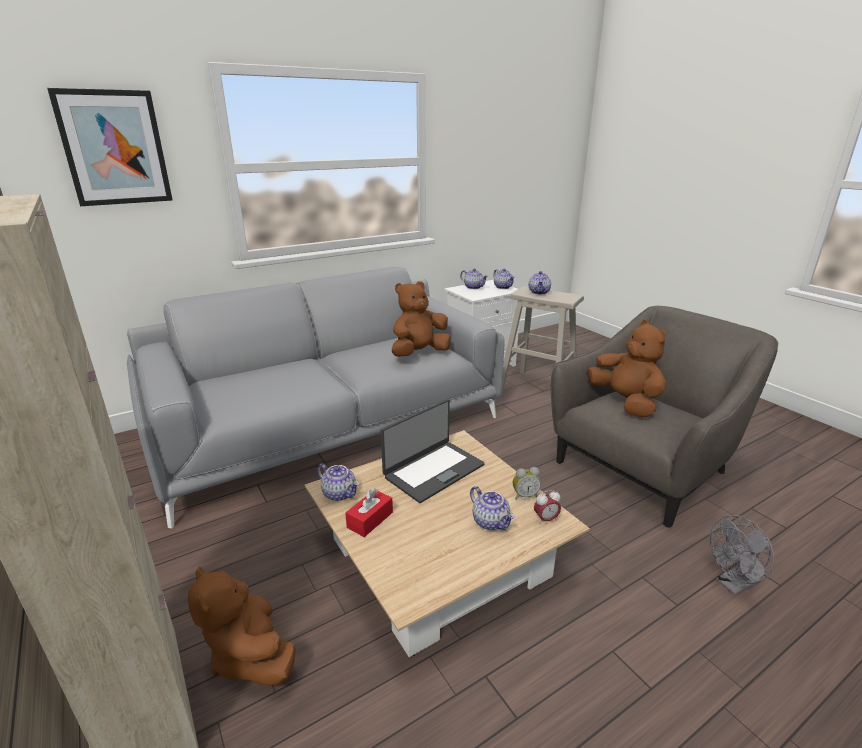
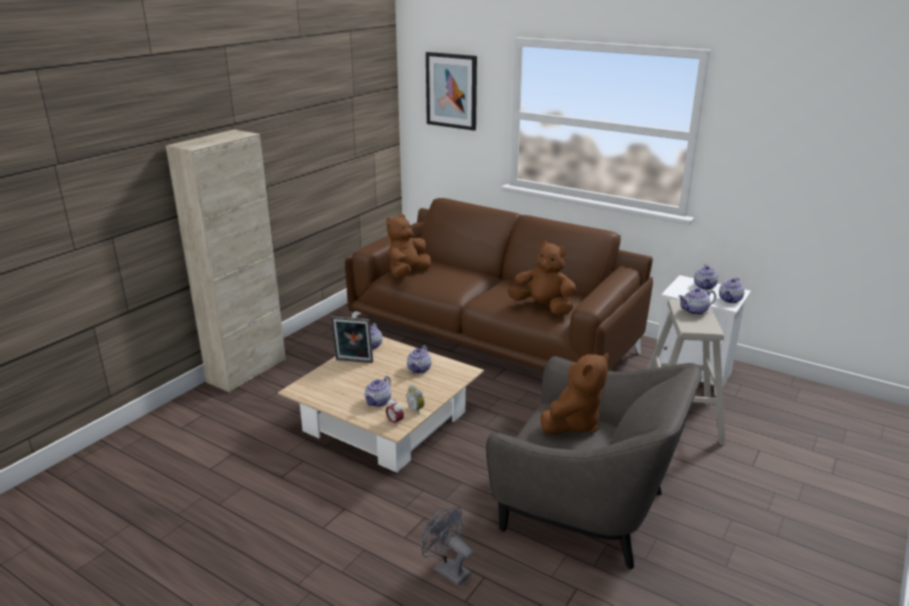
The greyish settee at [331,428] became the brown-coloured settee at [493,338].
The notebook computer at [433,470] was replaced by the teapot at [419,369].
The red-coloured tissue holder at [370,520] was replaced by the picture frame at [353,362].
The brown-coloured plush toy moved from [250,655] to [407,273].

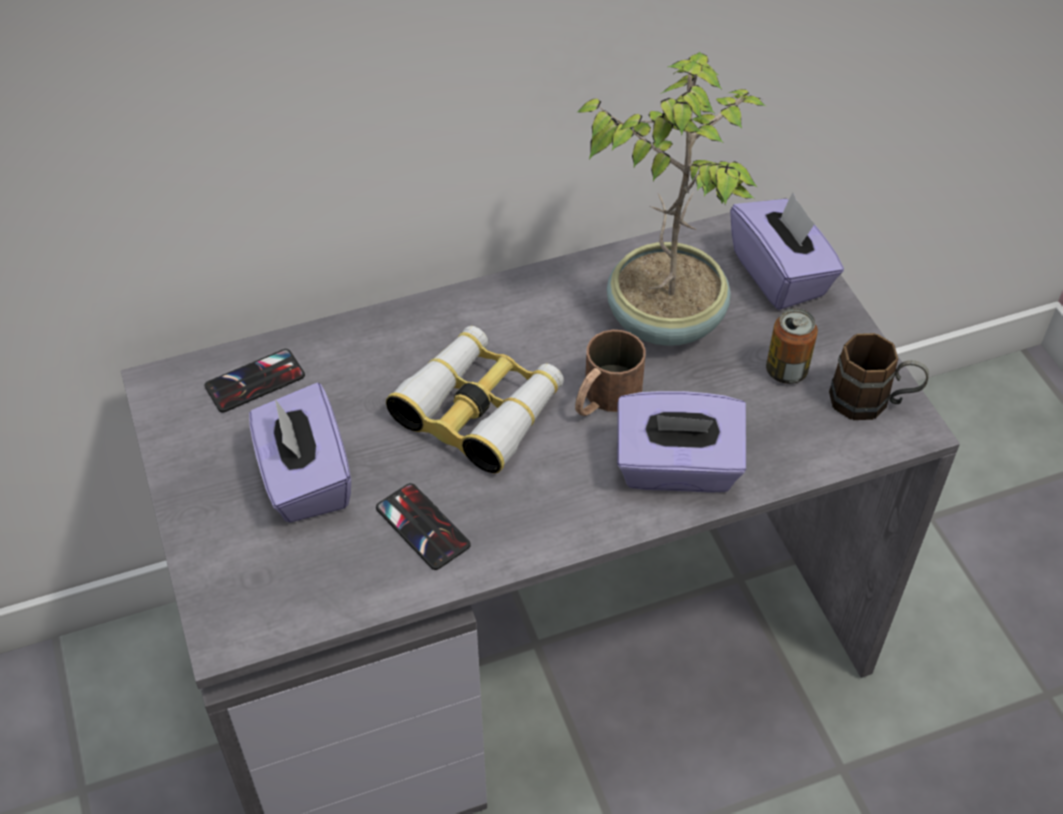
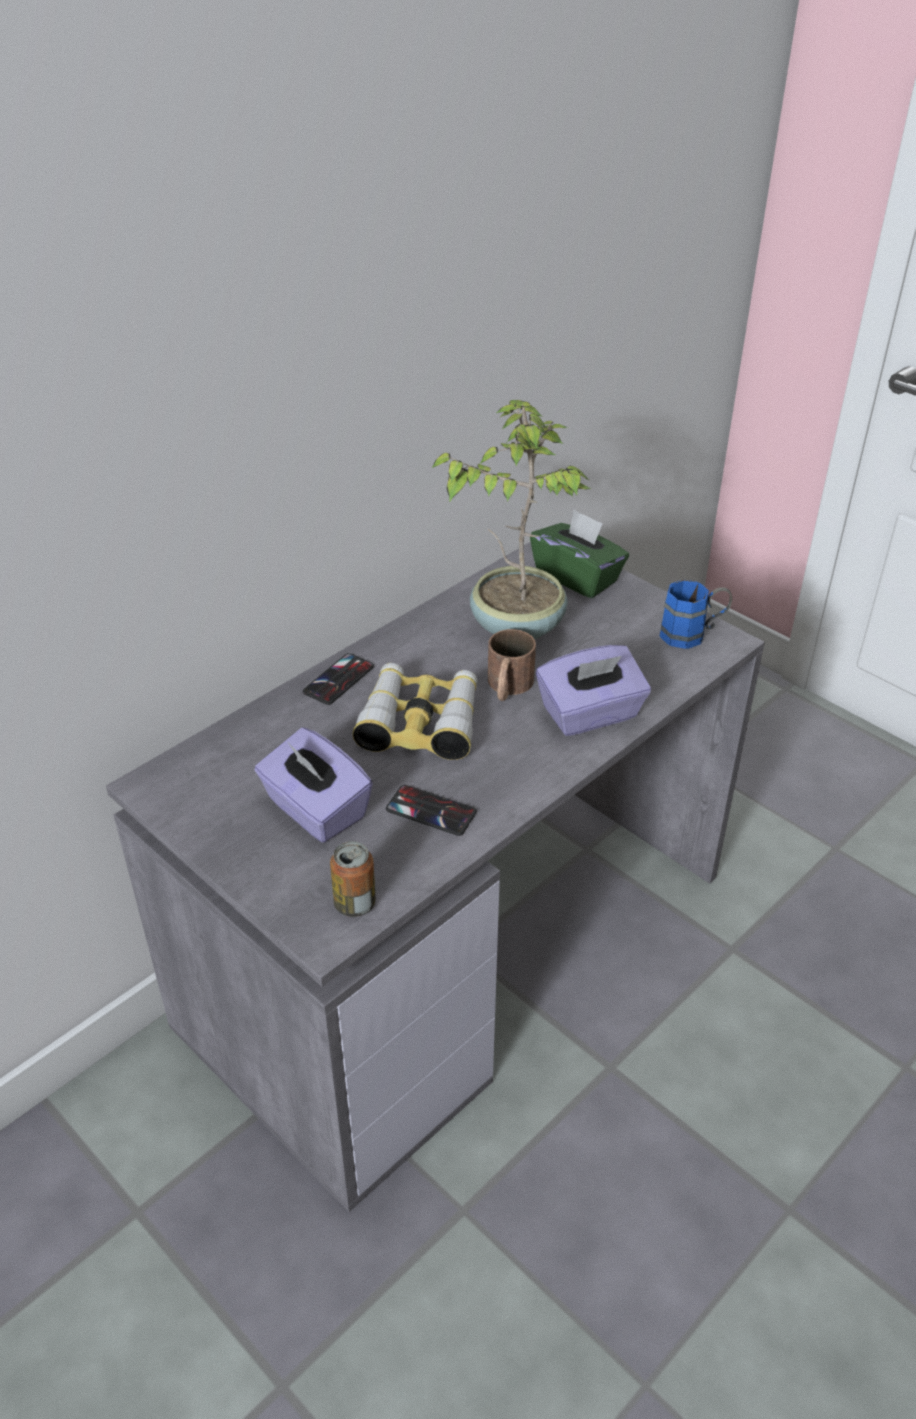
The purplish tissue holder at [780,274] became the green-coloured tissue holder at [577,577].
The sealed can moved from [786,371] to [355,904].
The brown-coloured mug at [872,402] became the blue mug at [692,634].
The telephone moved from [255,381] to [338,679].

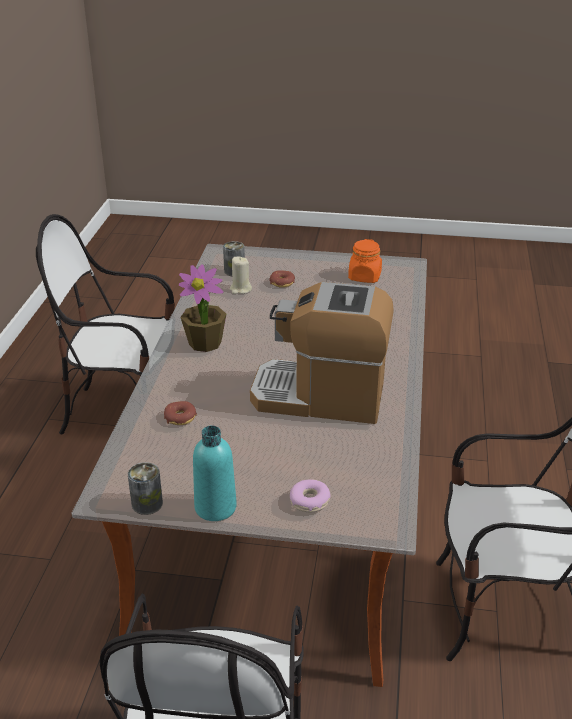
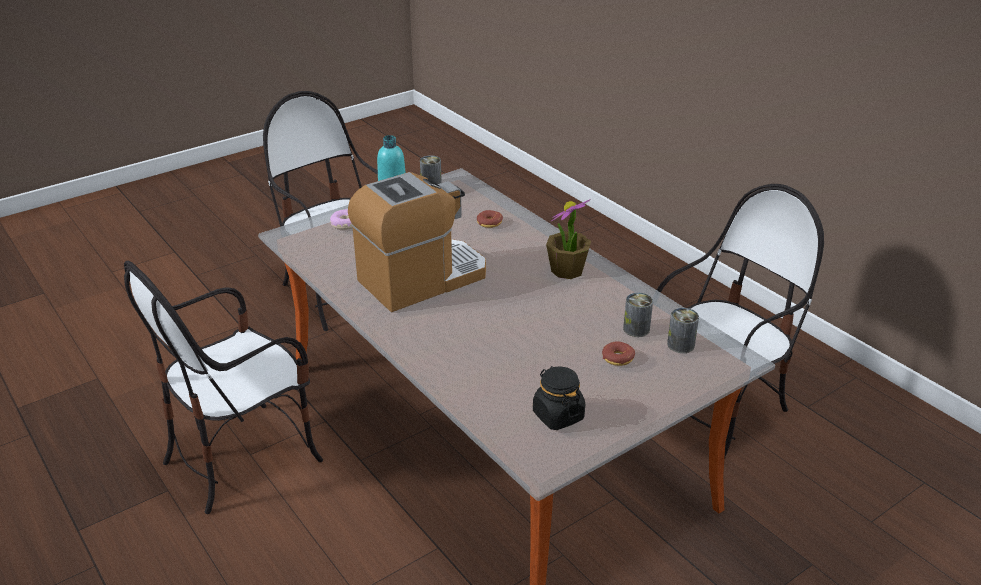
The orange jar at [364,277] became the blackish jar at [558,415].
The sand-coloured candle at [240,289] was replaced by the sealed can at [636,329].

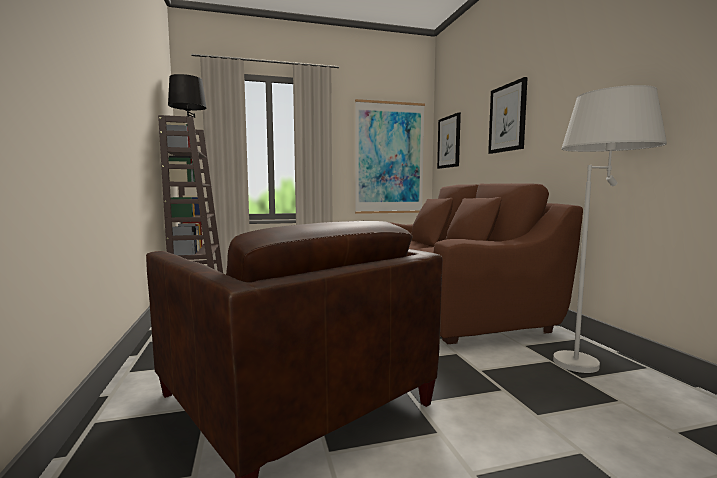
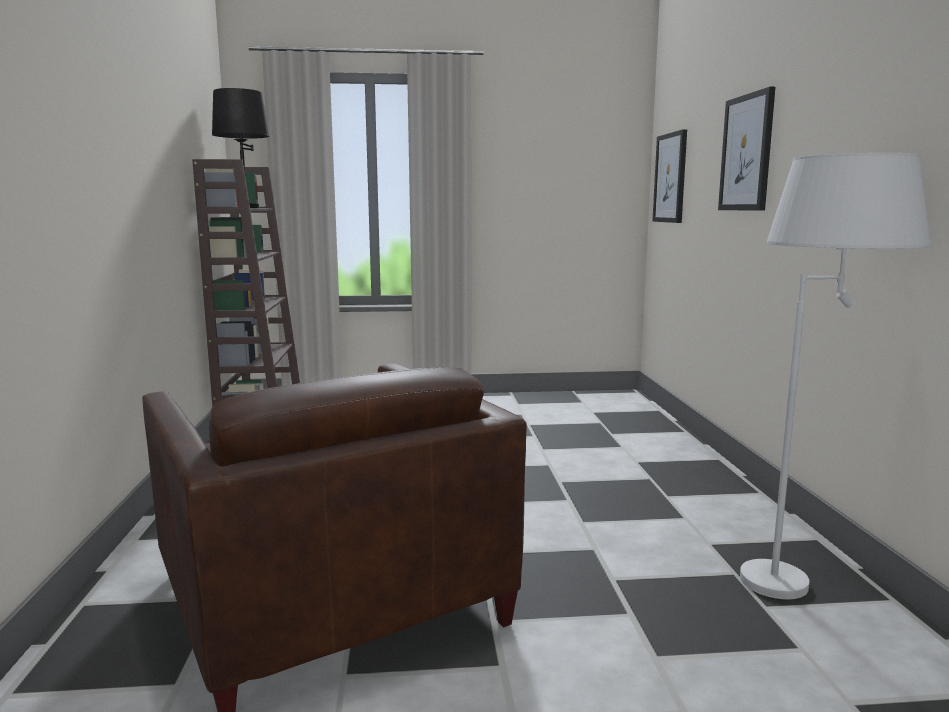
The wall art at [389,158] disappeared.
The brown-coloured settee at [449,305] disappeared.

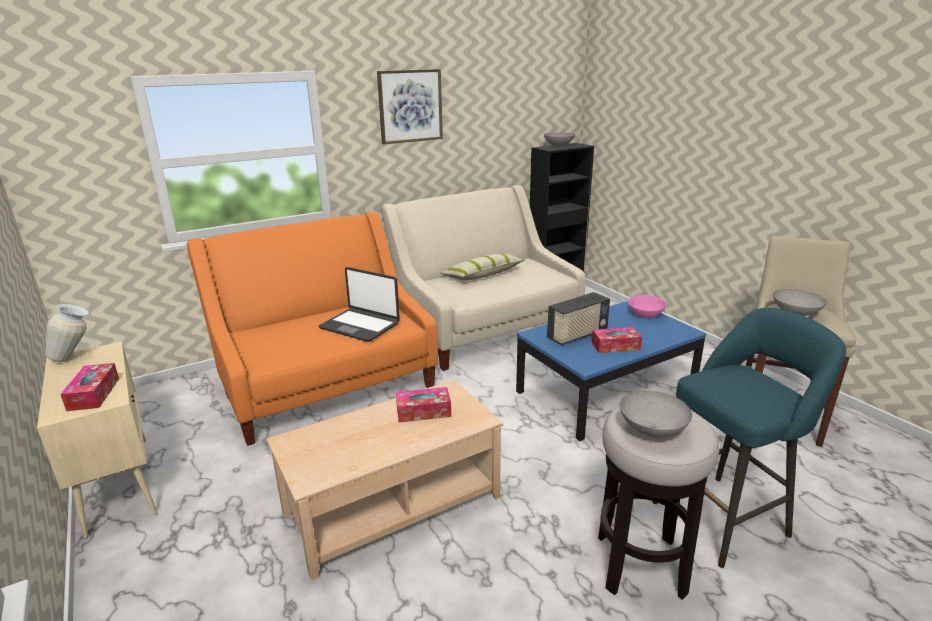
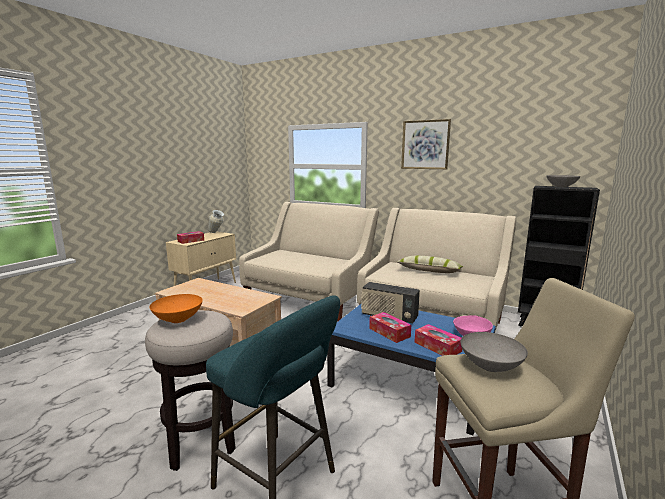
The orange settee at [326,385] became the sand-coloured settee at [309,297].
The notebook computer at [360,325] disappeared.
The tissue holder moved from [423,411] to [437,347].
The greyish bowl at [652,430] became the orange bowl at [179,319].

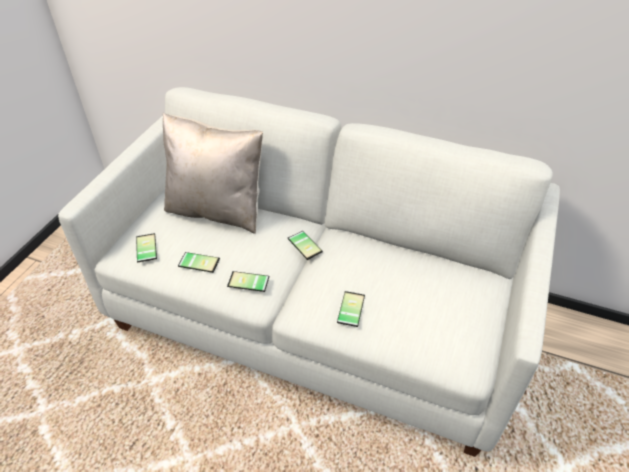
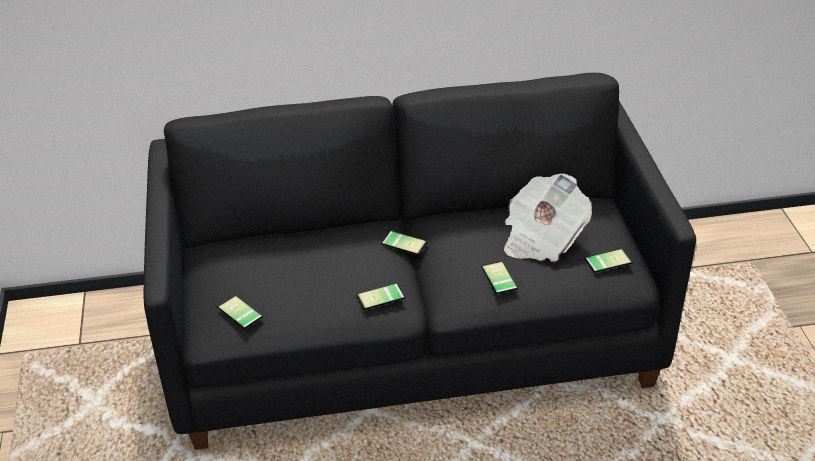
The white-coloured settee at [315,314] became the blackish settee at [409,337].
The sand-coloured cushion at [217,210] disappeared.
The telephone moved from [199,261] to [607,259].
The daily paper at [542,237] appeared.

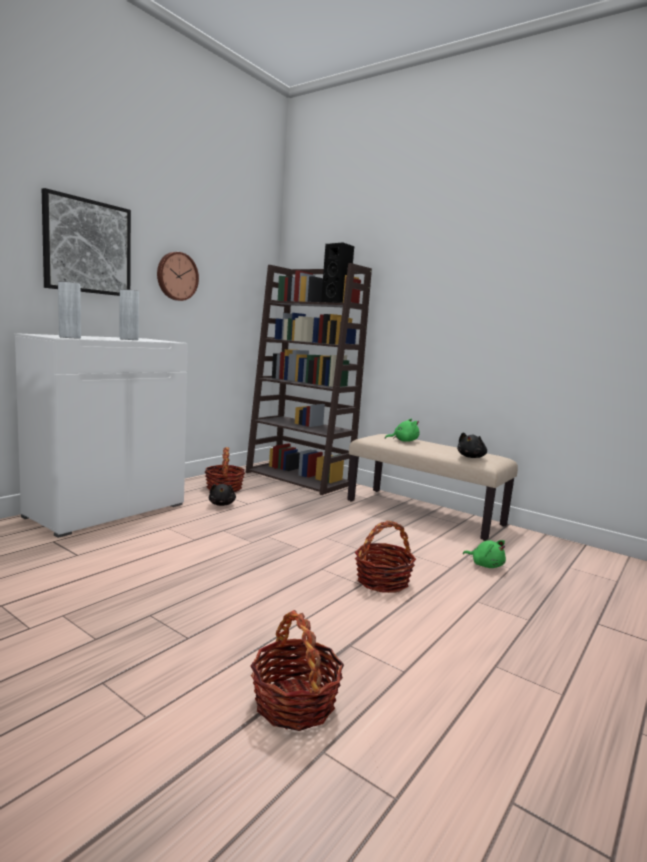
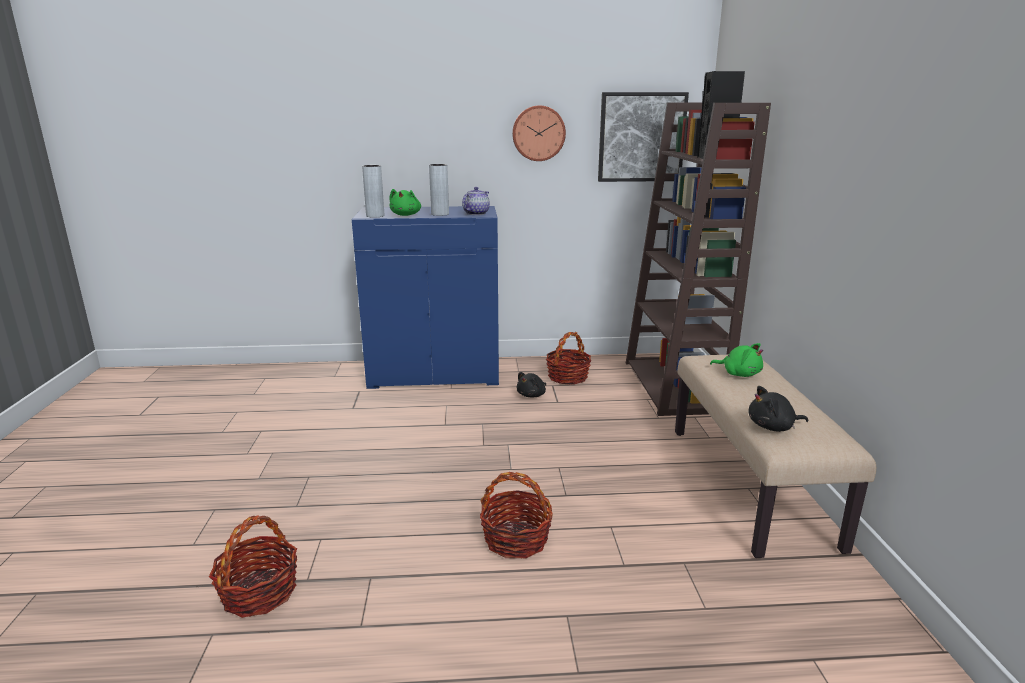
The wall art moved from [87,247] to [641,137].
The white-coloured cupboard at [107,510] became the blue cupboard at [435,373].
The green-coloured plush toy moved from [485,565] to [406,215].
The teapot at [476,213] appeared.

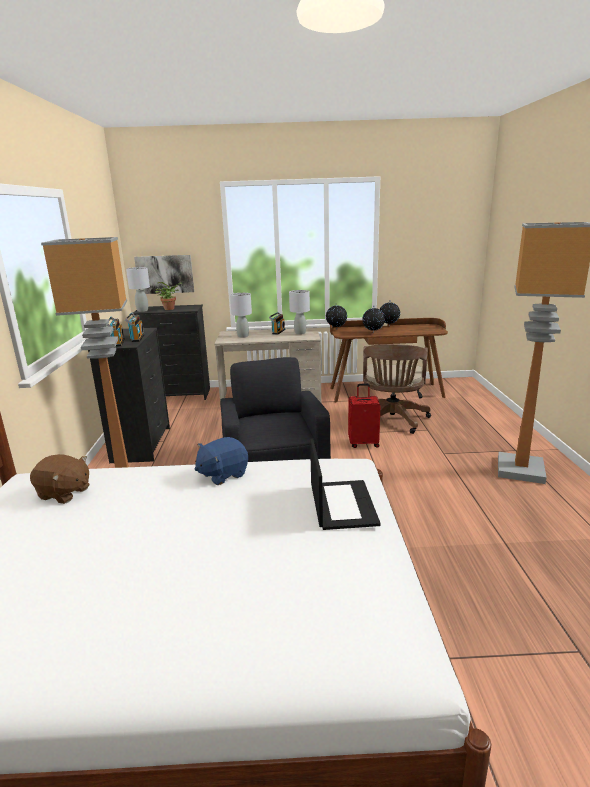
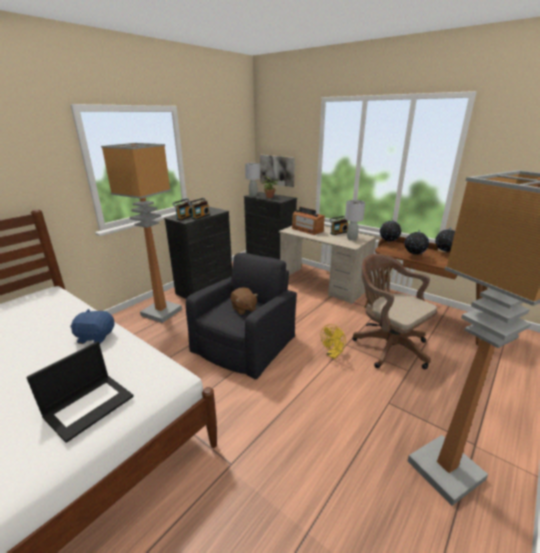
The greyish tabletop lamp at [243,336] was replaced by the radio set at [307,230].
The brown-coloured computer chair at [392,421] turned 90 degrees clockwise.
The red-coloured travel case at [363,443] was replaced by the yellow fan at [333,355].
The brown-coloured plush toy moved from [64,493] to [243,309].

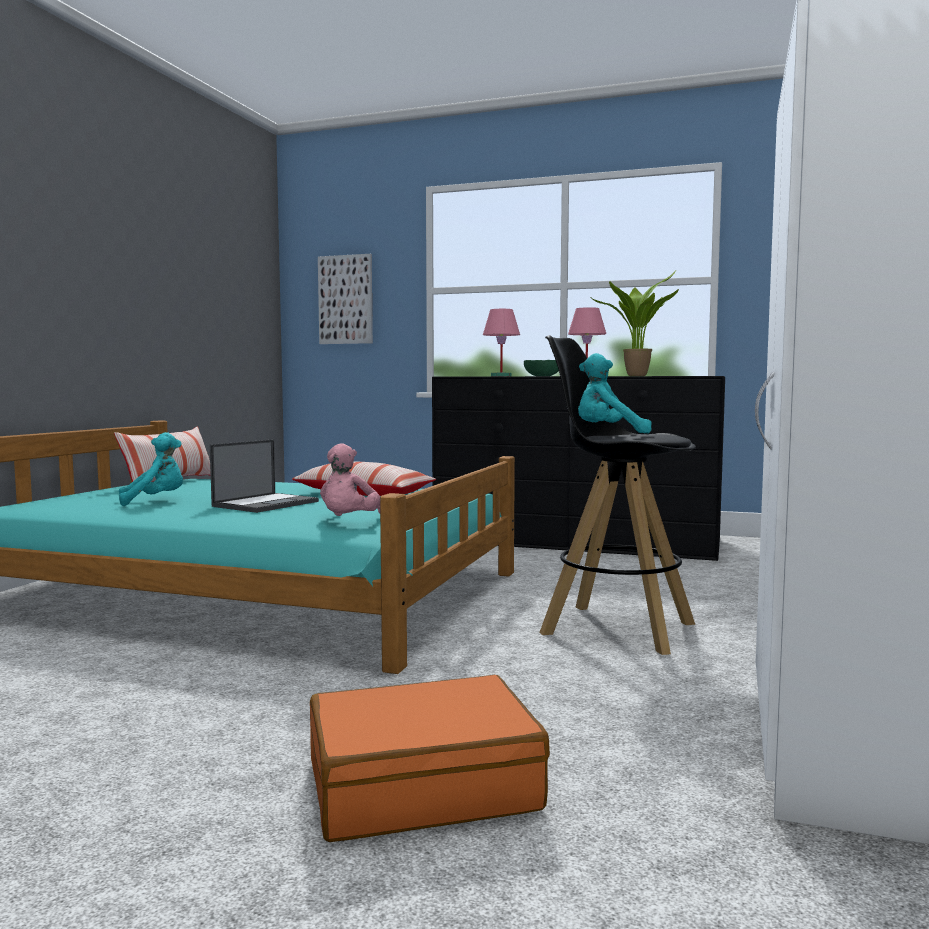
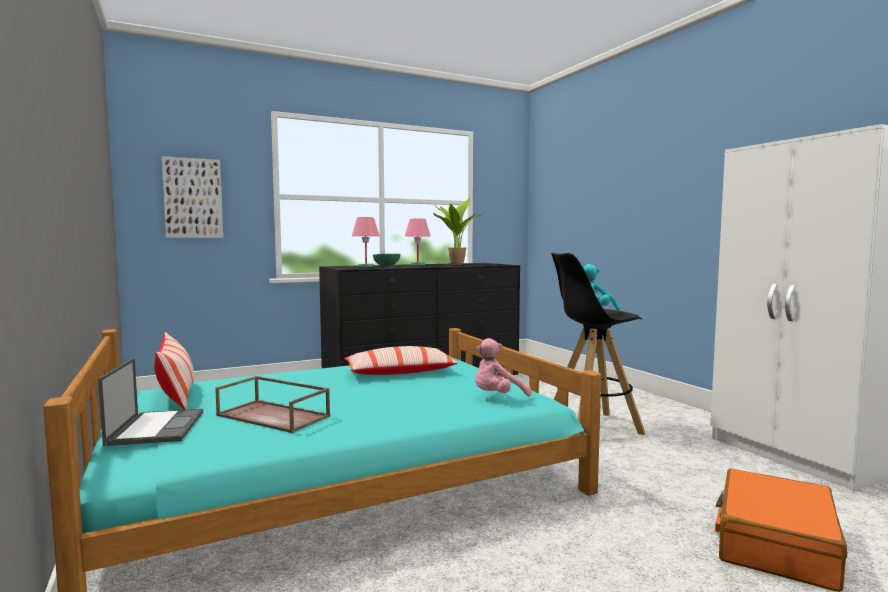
The turquoise plush toy at [155,501] was replaced by the brown-coloured serving tray at [275,416].
The notebook computer moved from [266,504] to [157,427].
The pink-coloured plush toy at [349,522] turned 90 degrees clockwise.

